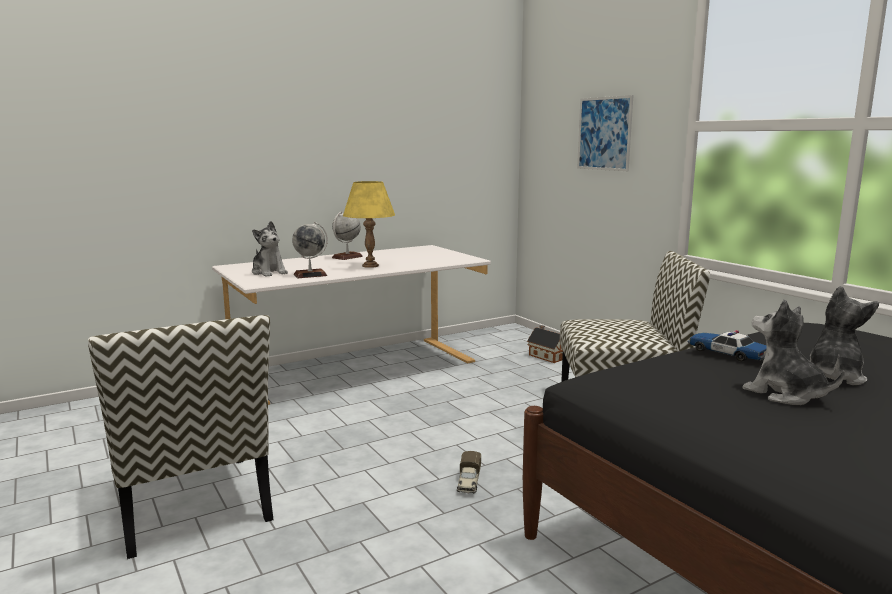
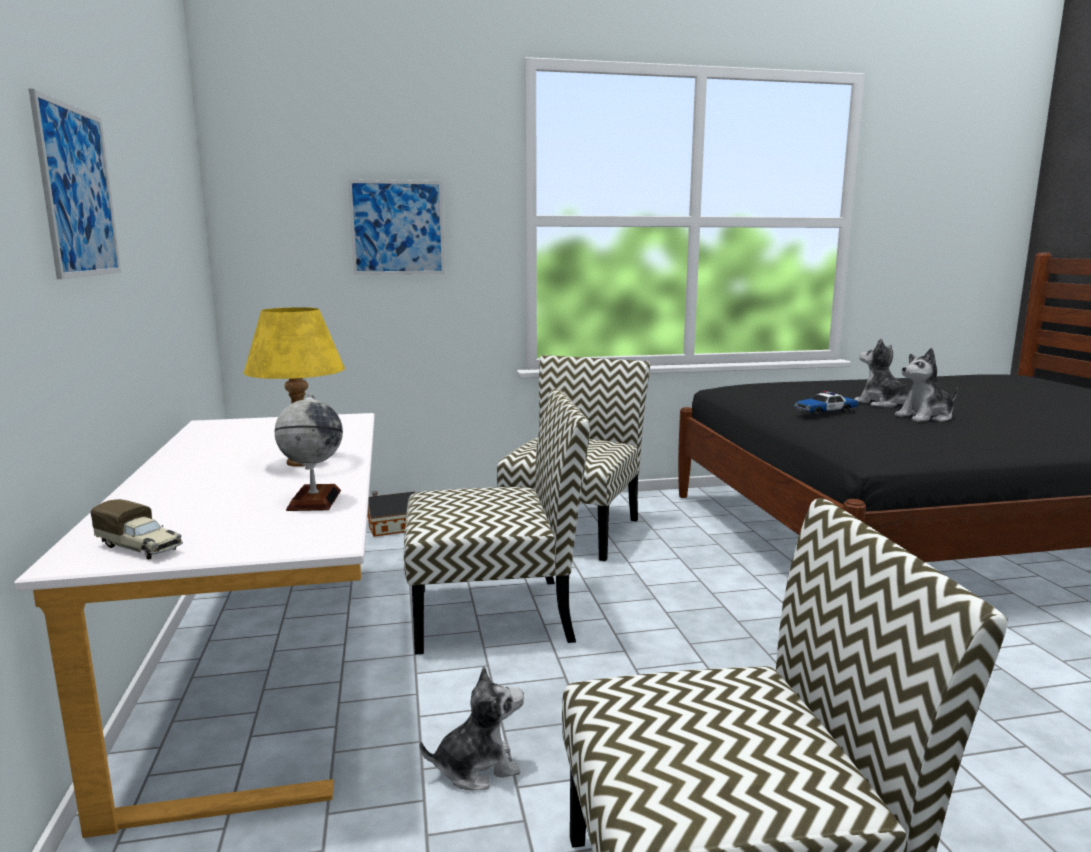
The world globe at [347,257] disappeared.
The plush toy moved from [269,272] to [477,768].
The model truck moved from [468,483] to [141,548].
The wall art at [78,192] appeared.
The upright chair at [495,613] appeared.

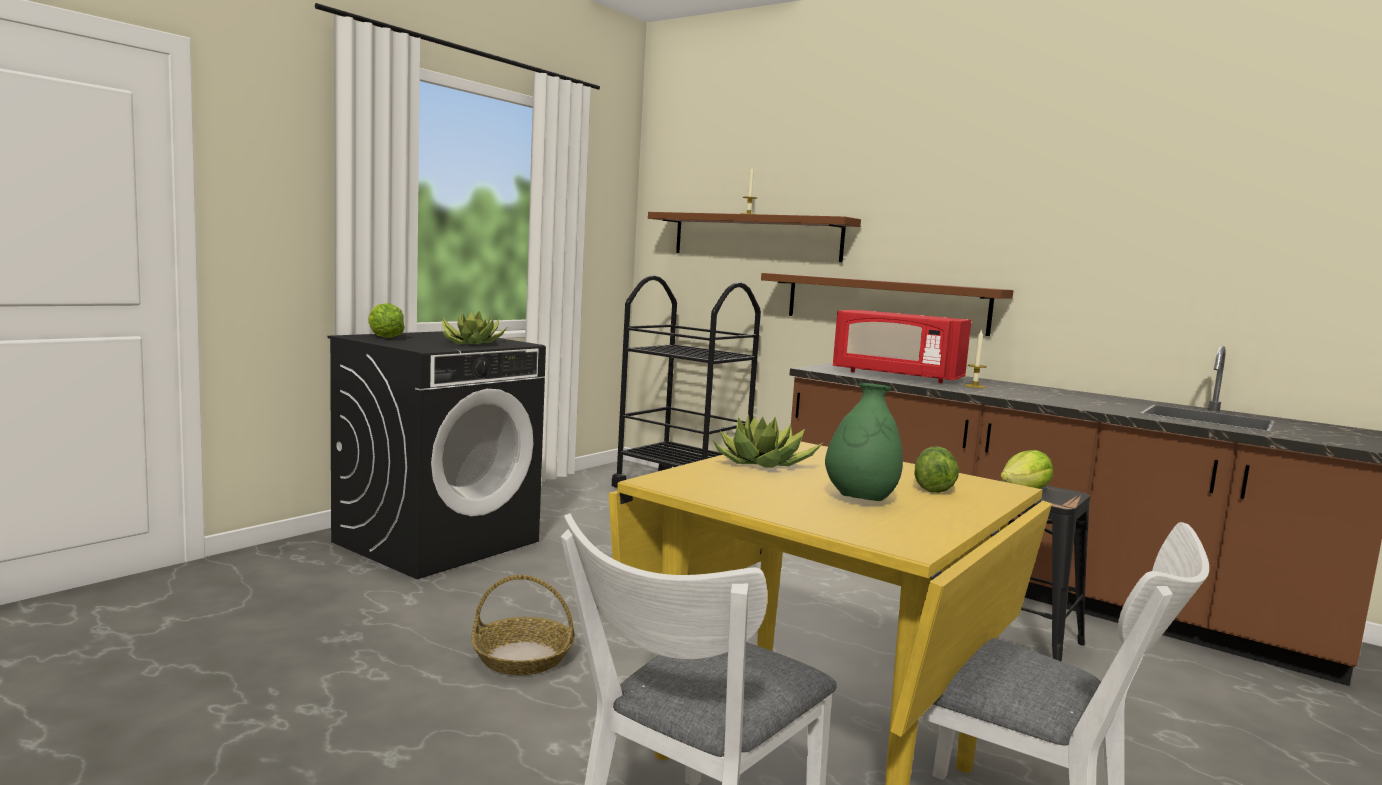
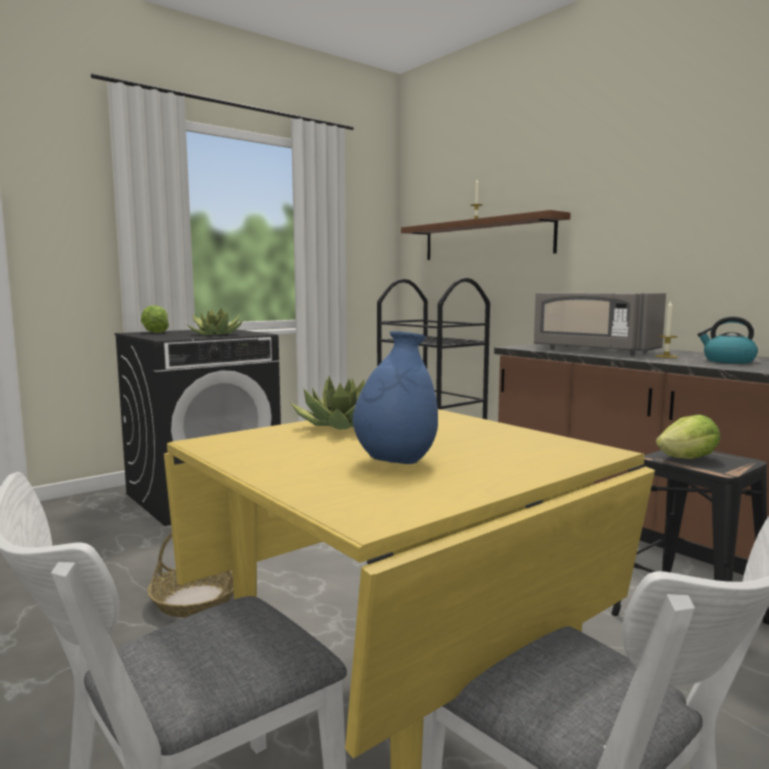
The brown-coloured bracket shelf at [884,303] disappeared.
The red-coloured microwave oven at [896,376] became the greyish microwave oven at [593,350].
The green-coloured decorative vase at [860,500] became the blue decorative vase at [396,462].
The head of lettuce at [933,486] disappeared.
The kettle at [728,361] appeared.

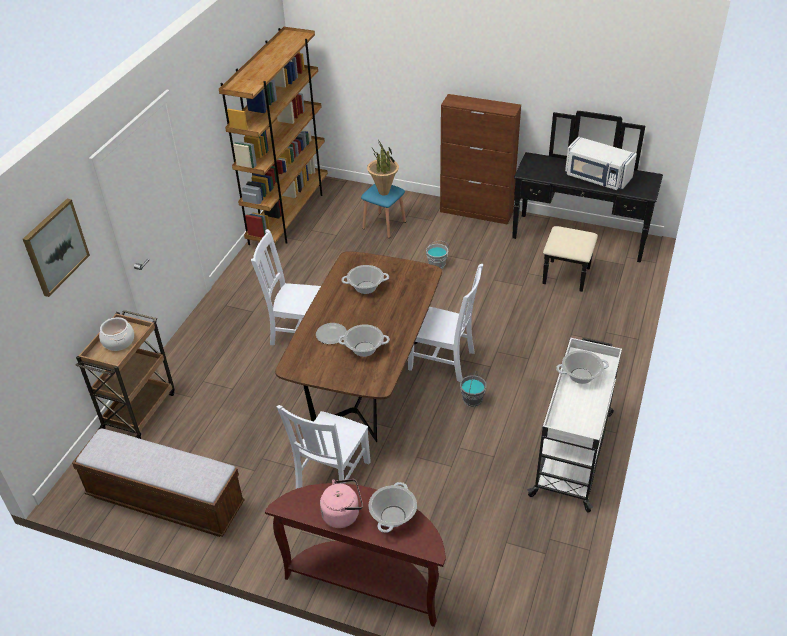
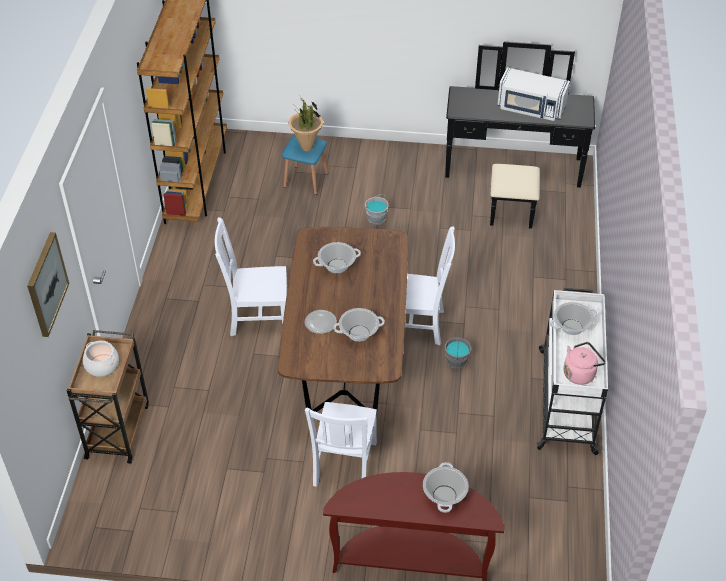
The brown-coloured cupboard at [476,212] disappeared.
The indoor bench at [165,500] disappeared.
The pink-coloured kettle moved from [343,514] to [580,373].

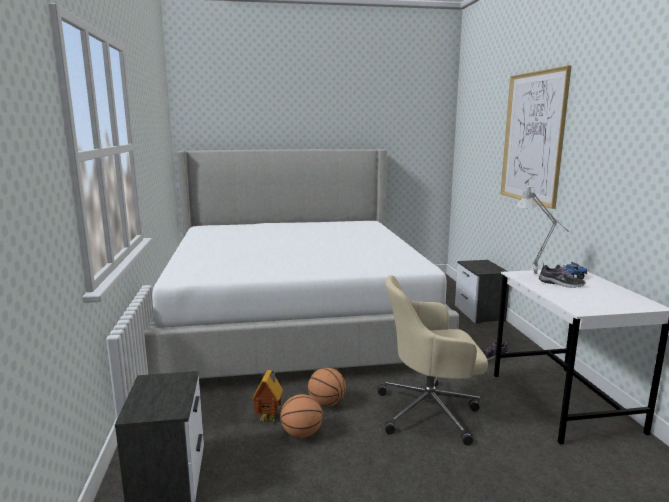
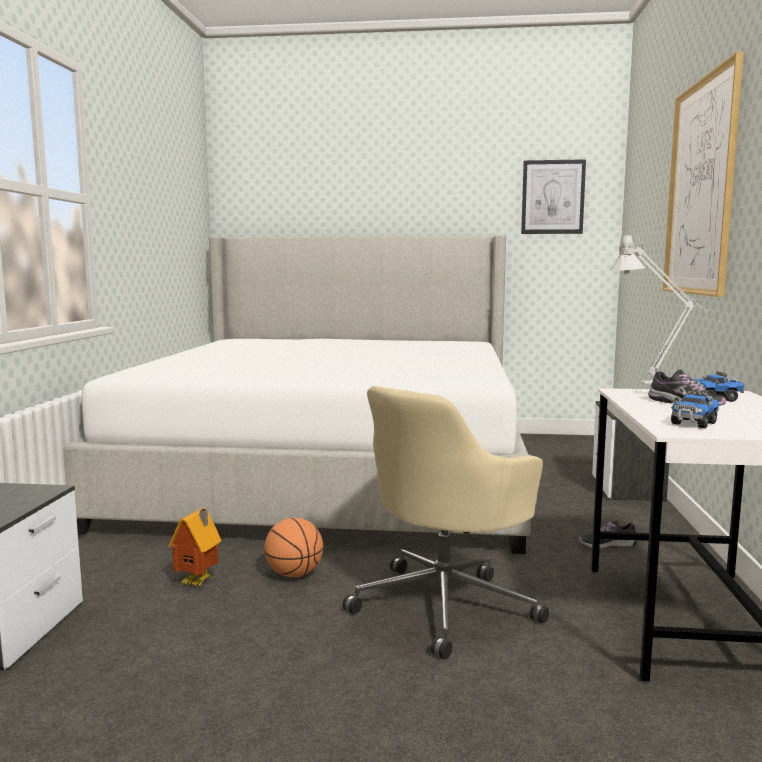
The sand-coloured computer chair at [430,411] turned 60 degrees counterclockwise.
The basketball ball at [301,434] disappeared.
The wall art at [553,197] appeared.
The model truck at [694,423] appeared.

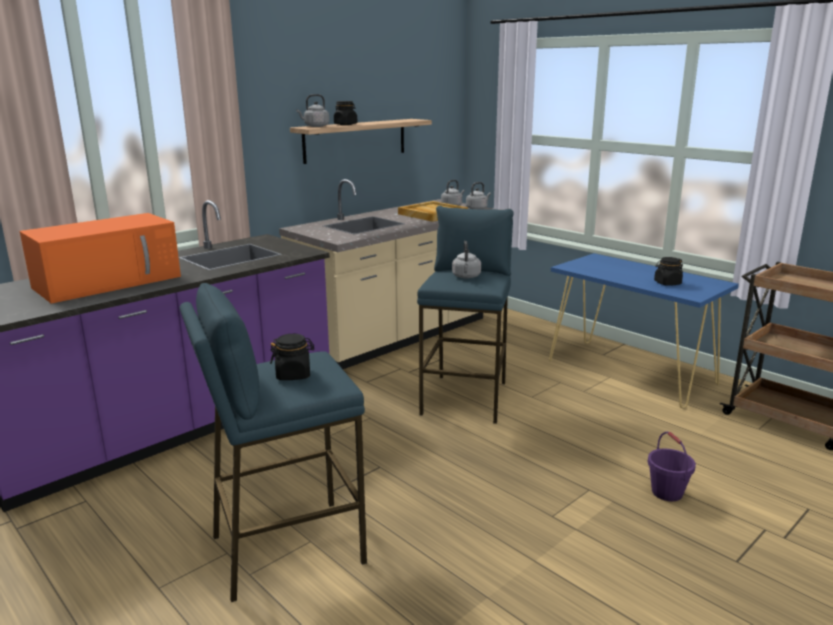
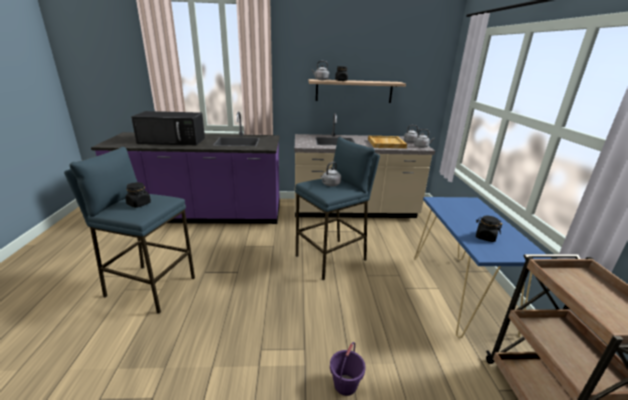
The orange microwave oven at [109,281] became the blackish microwave oven at [173,140].

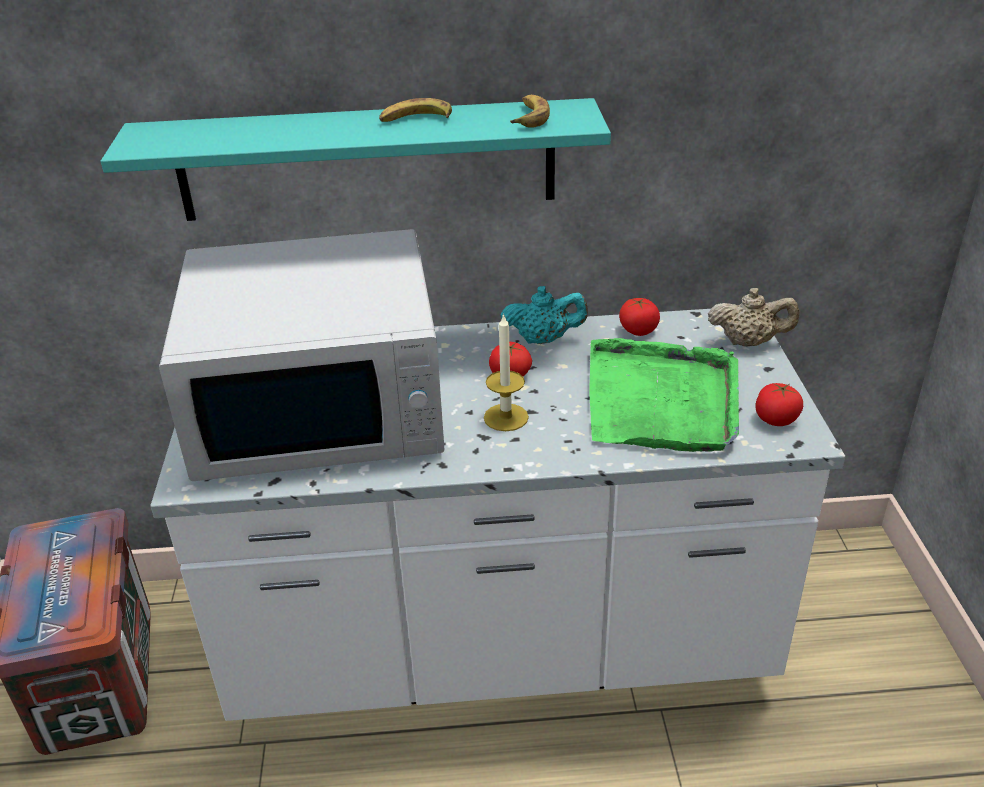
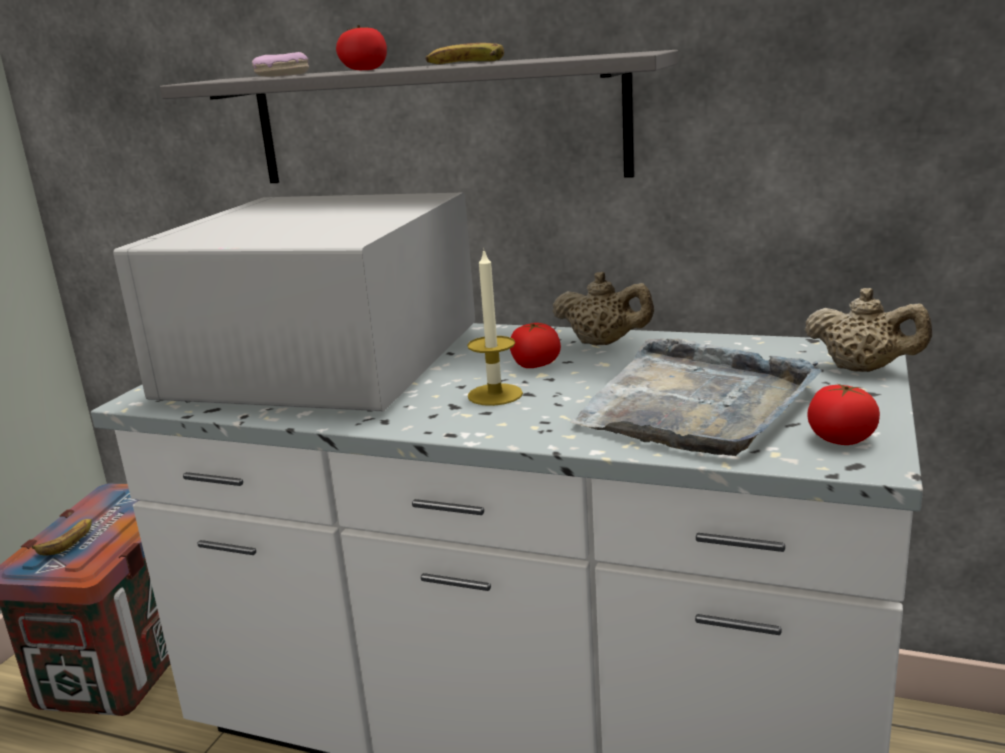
The whole banana moved from [529,117] to [67,541].
The turquoise bracket shelf at [367,160] became the greyish bracket shelf at [434,124].
The white-coloured microwave oven at [322,404] turned 90 degrees clockwise.
The turquoise teapot at [543,340] became the sand-coloured teapot at [603,343].
The whole tomato moved from [638,330] to [364,70].
The green-coloured serving tray at [661,400] became the greyish serving tray at [696,404].
The ring doughnut at [282,75] appeared.

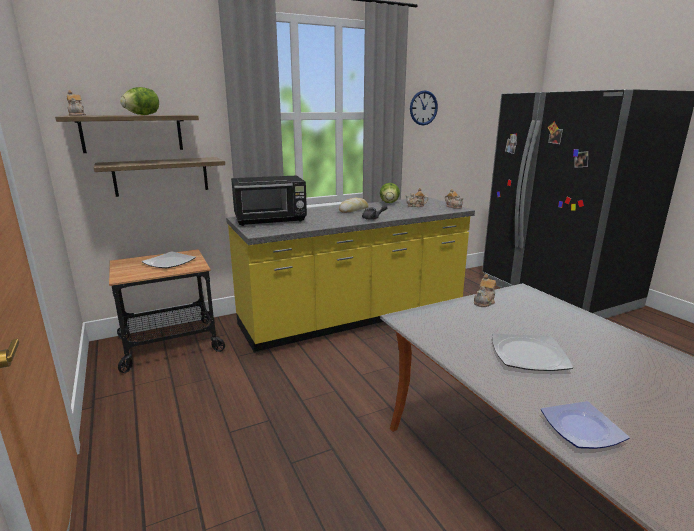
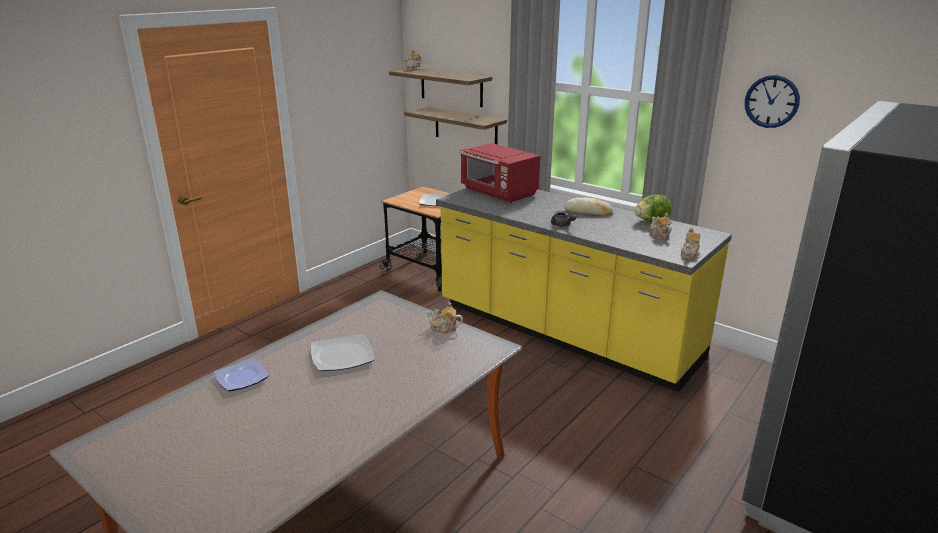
The head of lettuce at [142,115] disappeared.
The blackish microwave oven at [271,220] became the red-coloured microwave oven at [499,193].

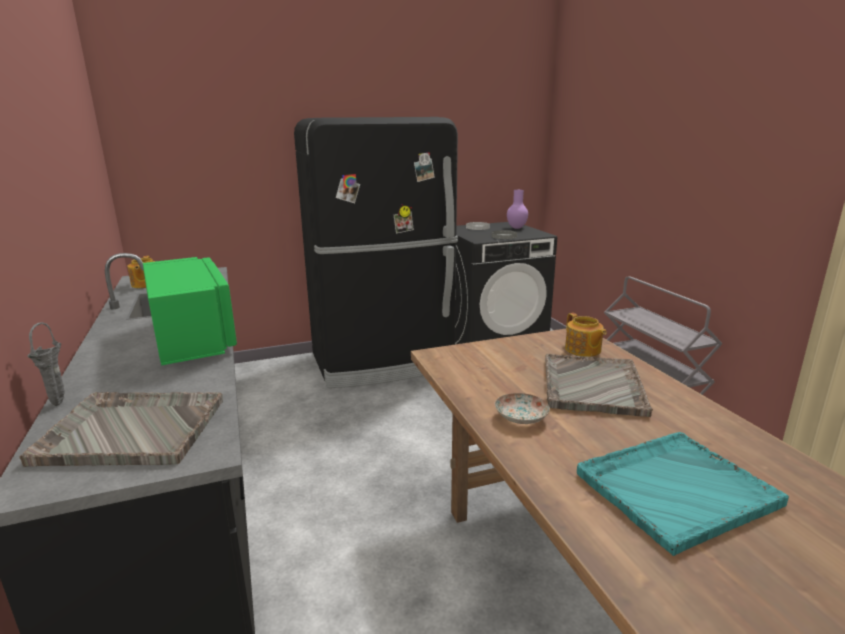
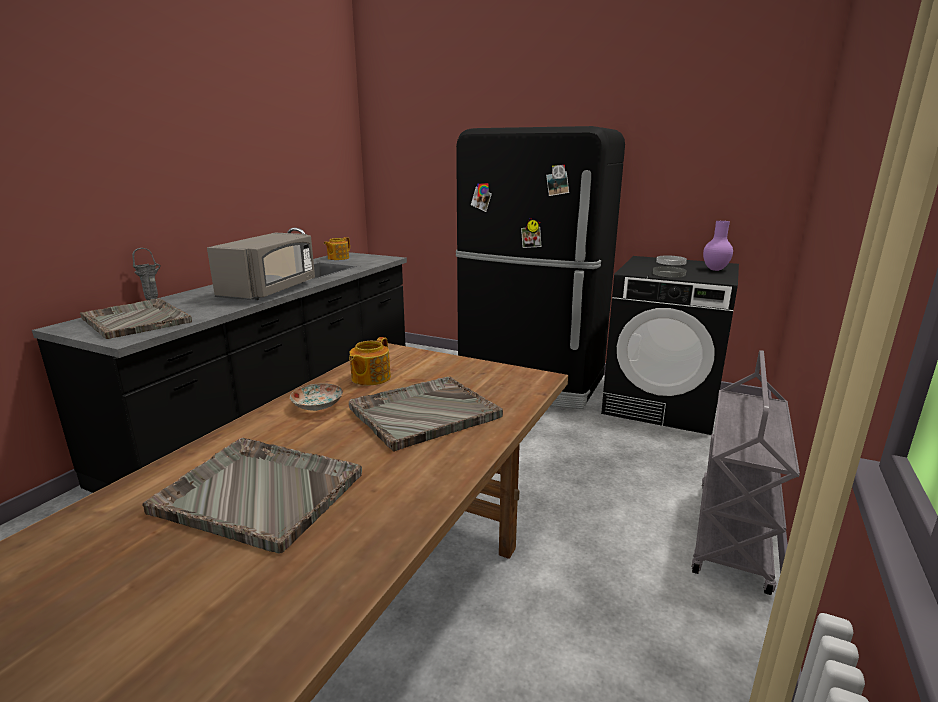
The green-coloured microwave oven at [192,338] became the greyish microwave oven at [270,290].
The teapot moved from [583,350] to [370,378].
The turquoise serving tray at [674,489] became the greyish serving tray at [258,492].

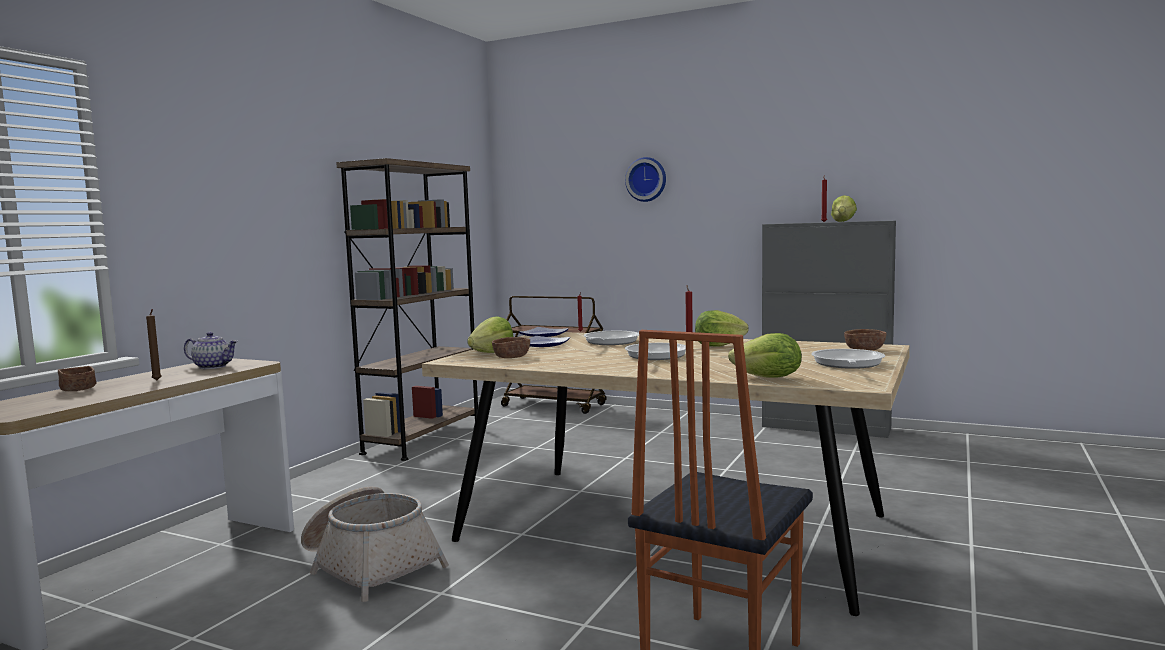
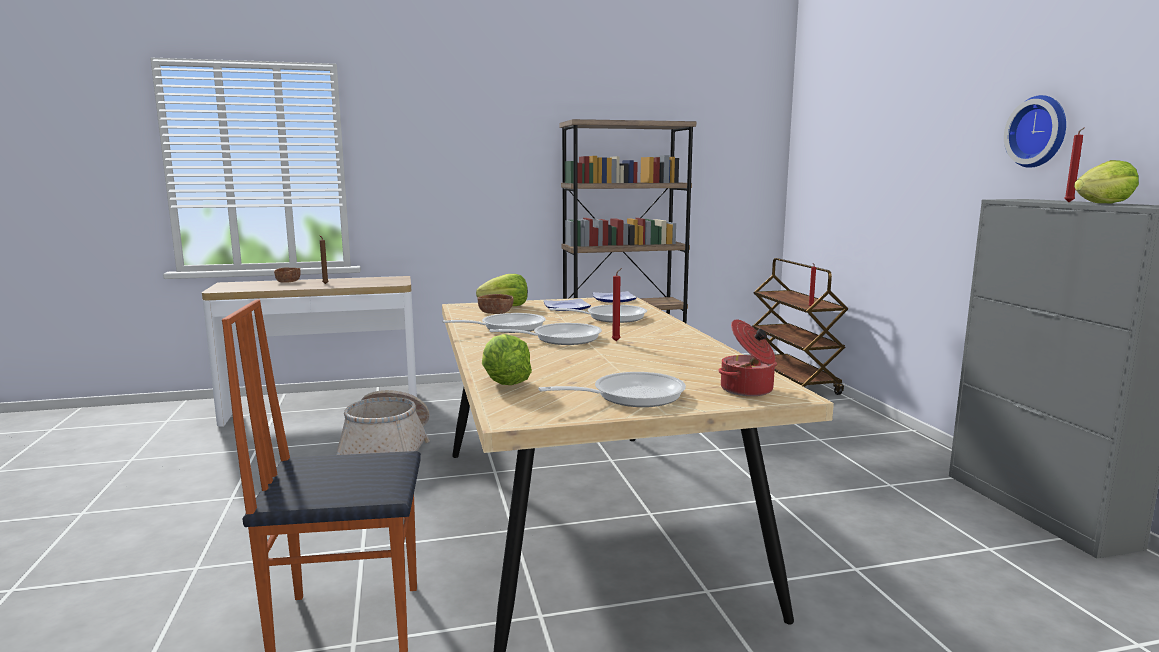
The wall clock moved from [646,179] to [1040,132].
The head of lettuce at [718,345] disappeared.
The brown-coloured bowl at [865,349] was replaced by the cooking pot at [748,390].
The teapot at [213,366] disappeared.
The skillet at [507,327] appeared.

